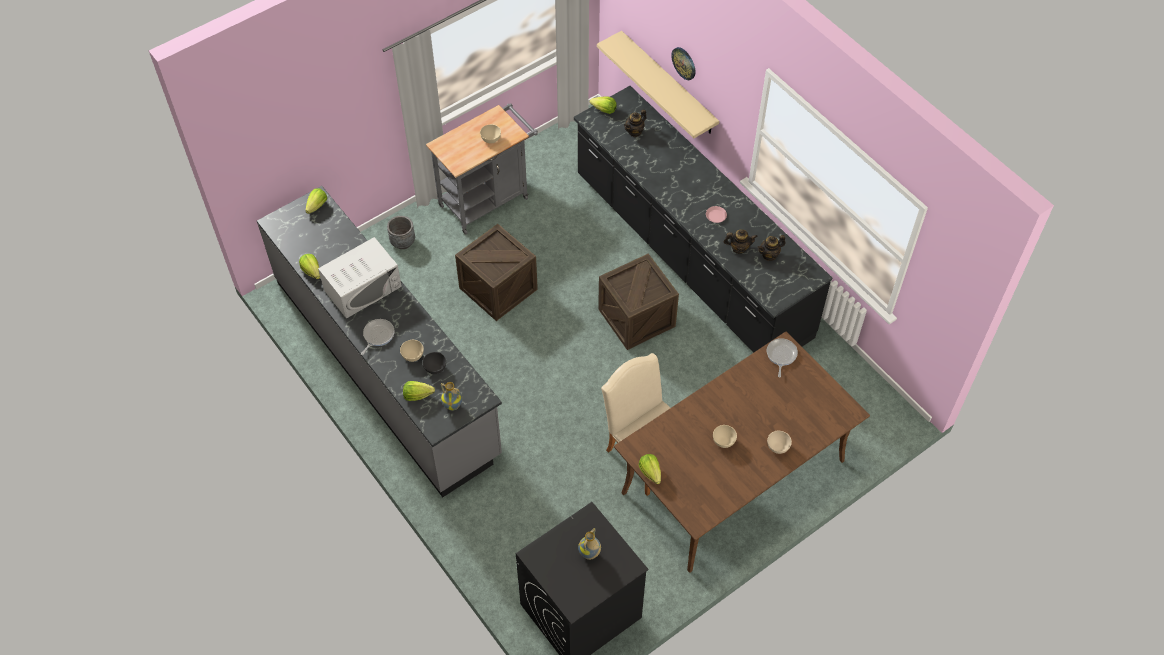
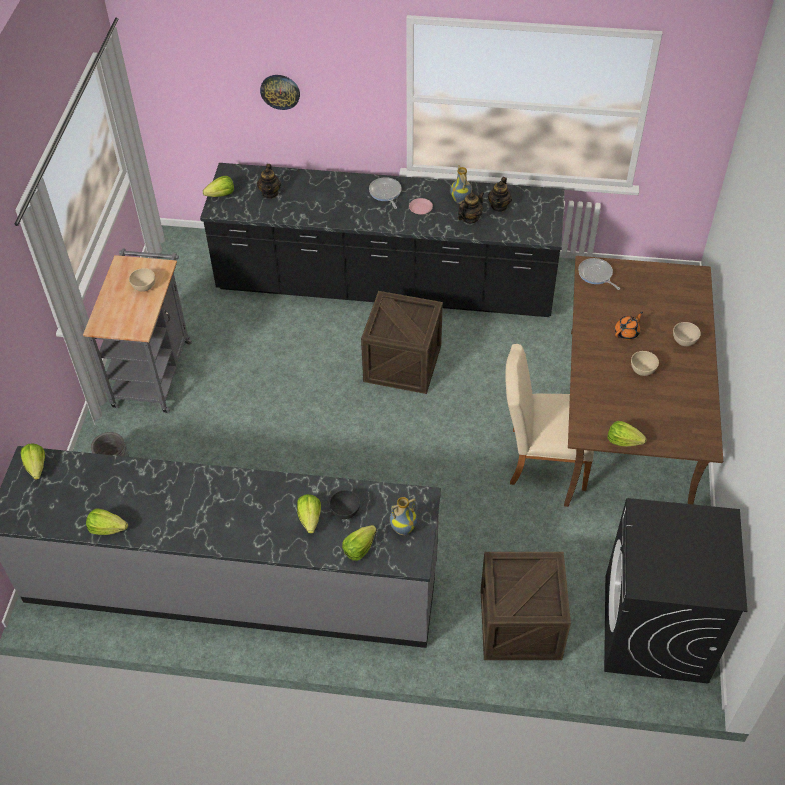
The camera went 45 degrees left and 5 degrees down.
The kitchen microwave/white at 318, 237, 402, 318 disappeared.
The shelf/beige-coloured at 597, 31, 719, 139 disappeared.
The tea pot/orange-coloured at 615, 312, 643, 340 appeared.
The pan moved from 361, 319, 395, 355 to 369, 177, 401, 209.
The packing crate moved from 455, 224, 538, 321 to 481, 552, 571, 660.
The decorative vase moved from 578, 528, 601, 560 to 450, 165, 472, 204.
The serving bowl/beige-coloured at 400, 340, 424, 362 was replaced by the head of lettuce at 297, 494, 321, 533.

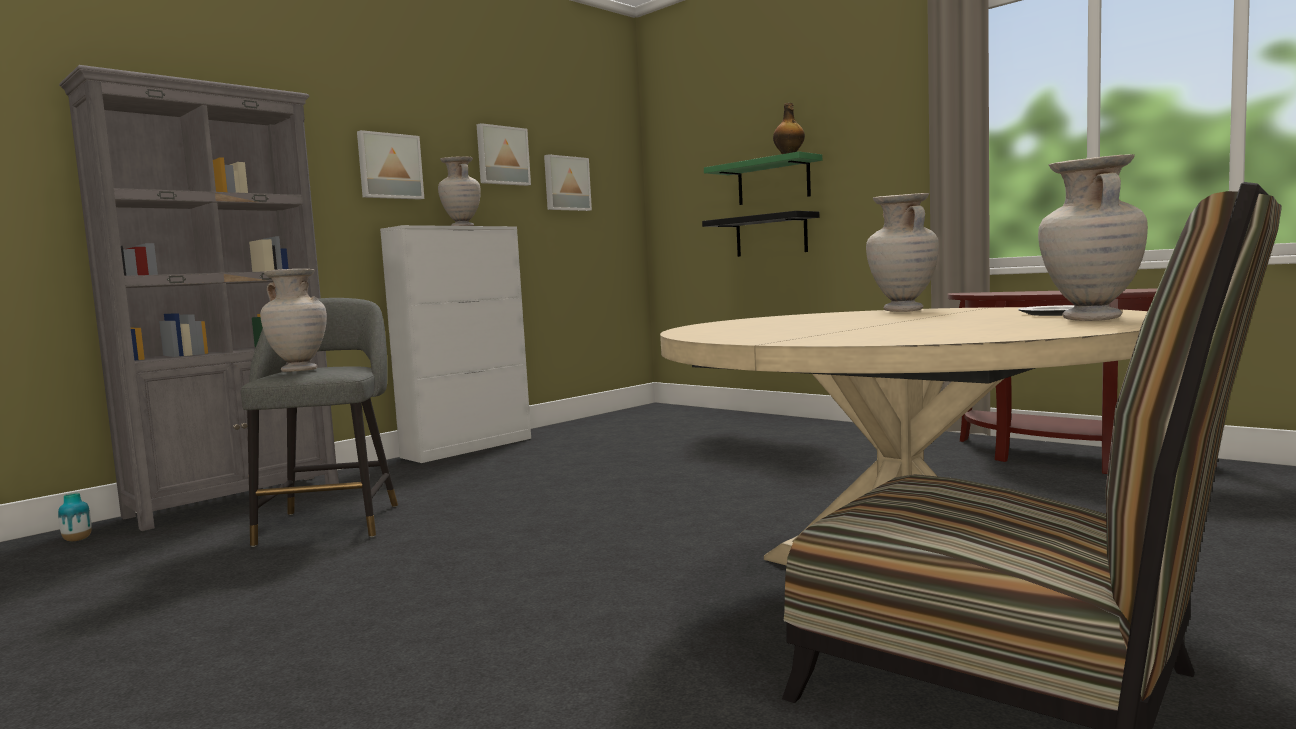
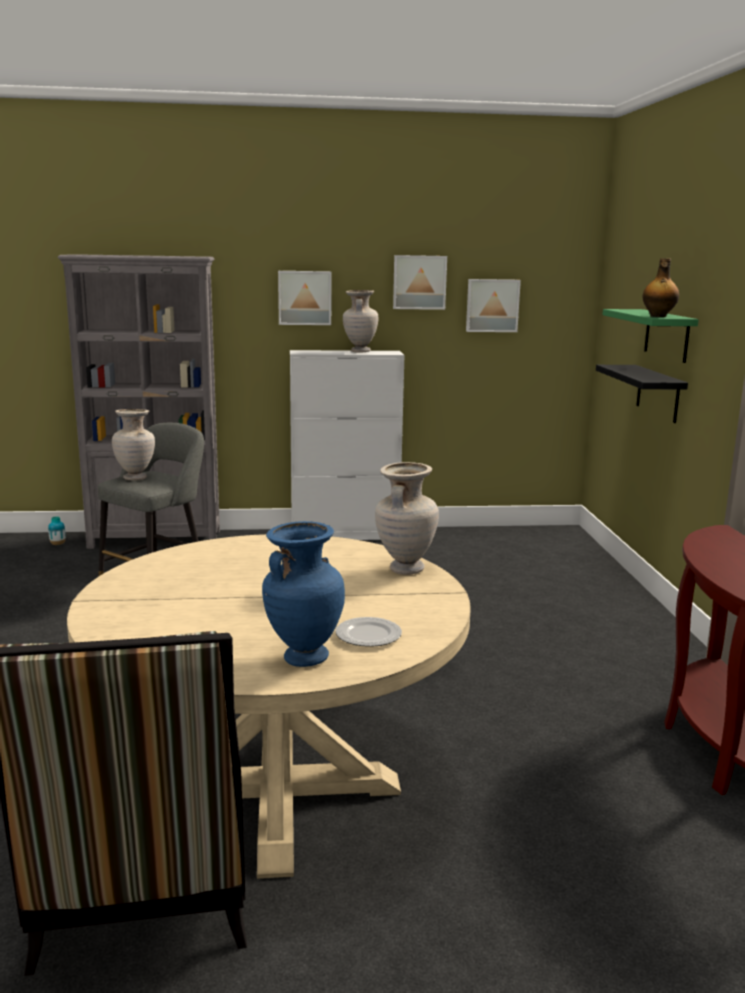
The camera went 40 degrees right and 10 degrees up.
The decorative vase/beige-coloured at 1038, 154, 1148, 321 became the decorative vase/blue at 262, 521, 345, 667.

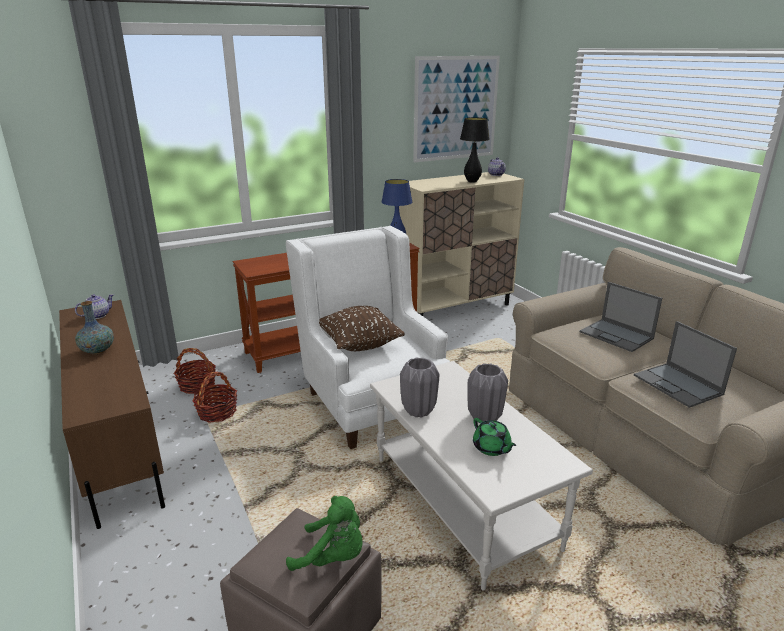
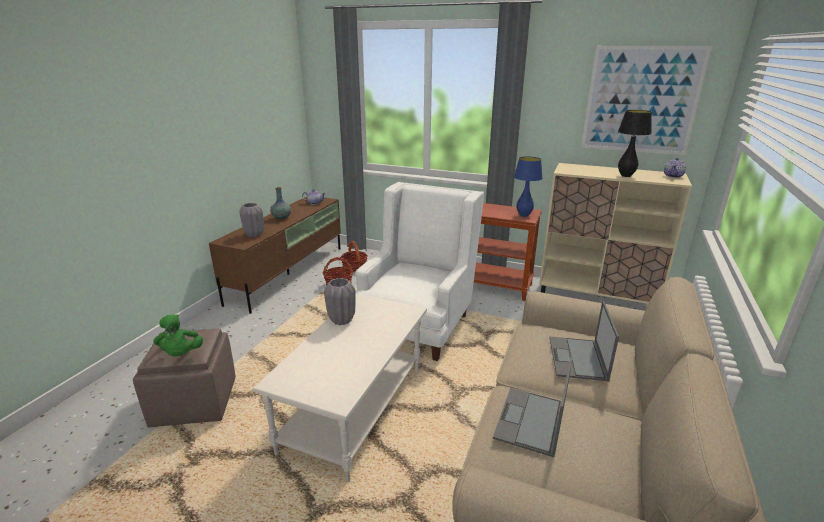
The camera went 50 degrees right and 0 degrees up.
The pillow/brownish at 319, 306, 405, 351 disappeared.
The tea pot/greenish at 473, 418, 516, 456 disappeared.
The decorative vase/grey moved from 467, 363, 508, 423 to 239, 203, 264, 237.

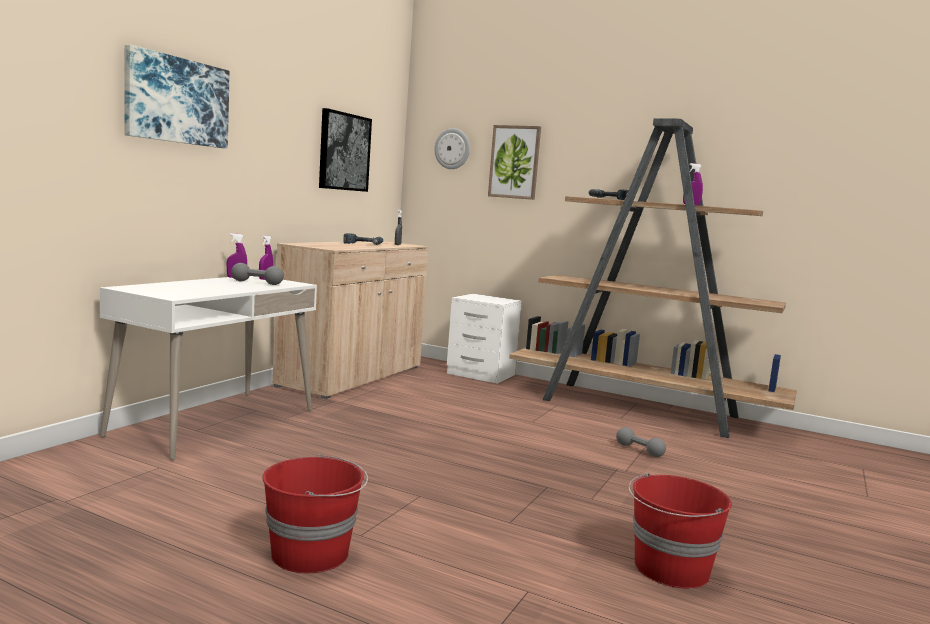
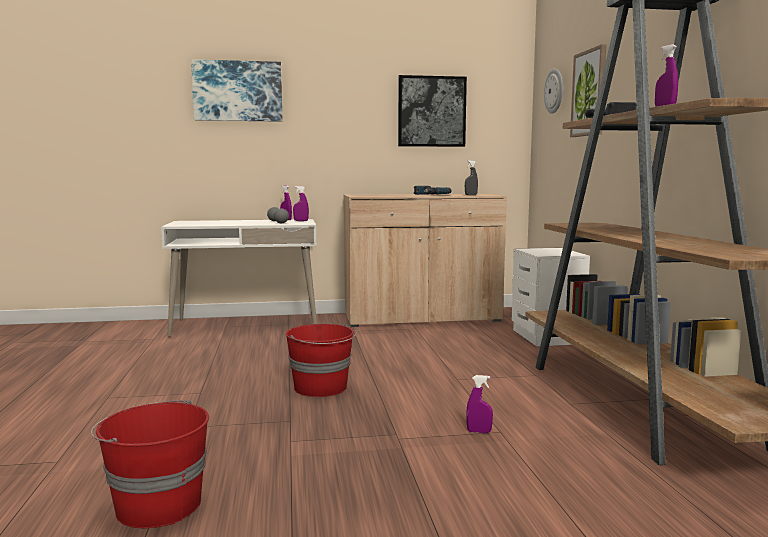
The camera went 55 degrees right and 0 degrees up.
The pail/reddish moved from 262, 454, 368, 573 to 285, 324, 357, 397.
The hand weight/grey at 616, 427, 666, 457 was replaced by the spray bottle/purple at 466, 375, 493, 433.

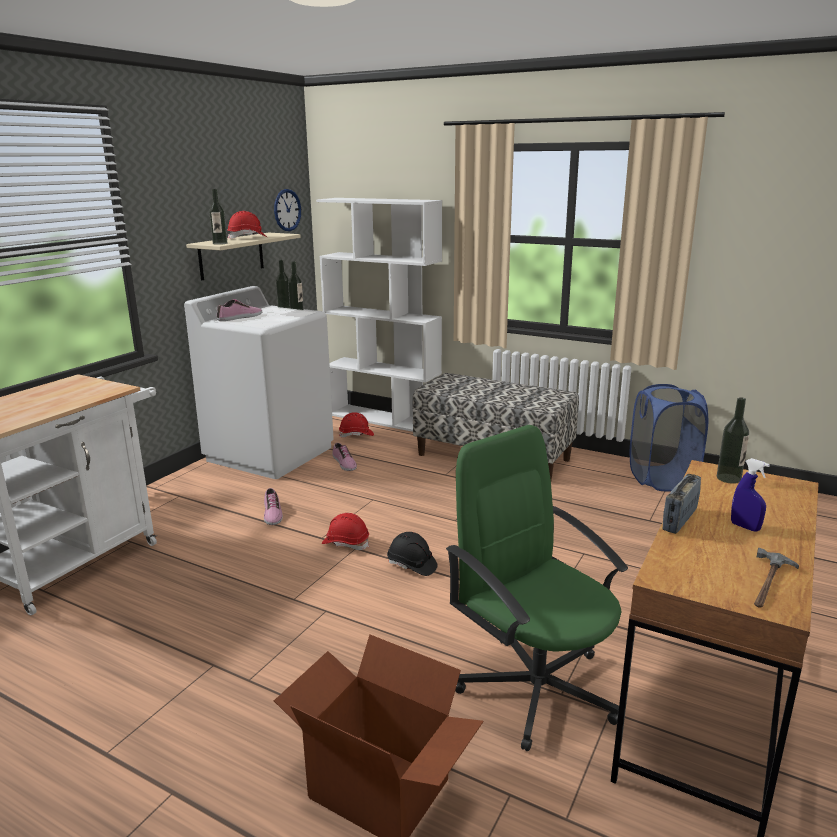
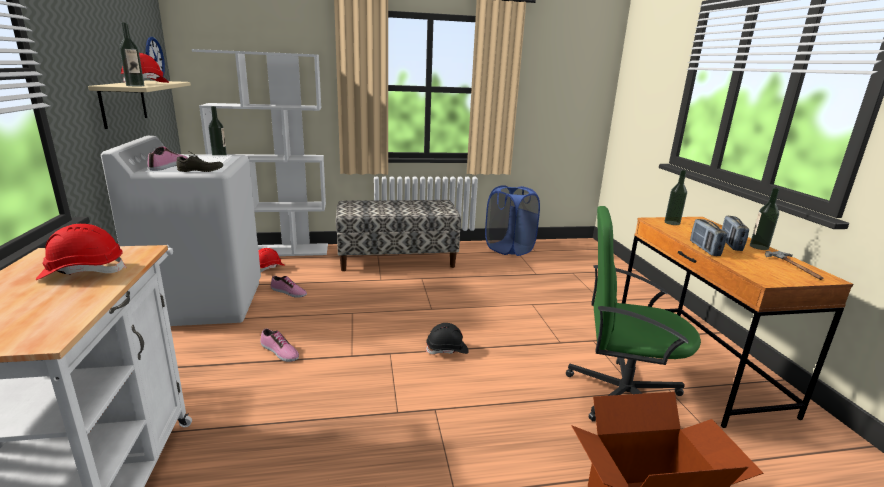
The camera went 40 degrees left and 0 degrees up.
The shoe/grey at 176, 152, 223, 172 appeared.
The bottle moved from 276, 260, 290, 311 to 750, 187, 779, 250.
The safety helmet/reddish moved from 322, 513, 369, 550 to 36, 224, 126, 280.
The spray bottle/blue at 731, 458, 770, 532 was replaced by the radio receiver at 722, 216, 749, 251.

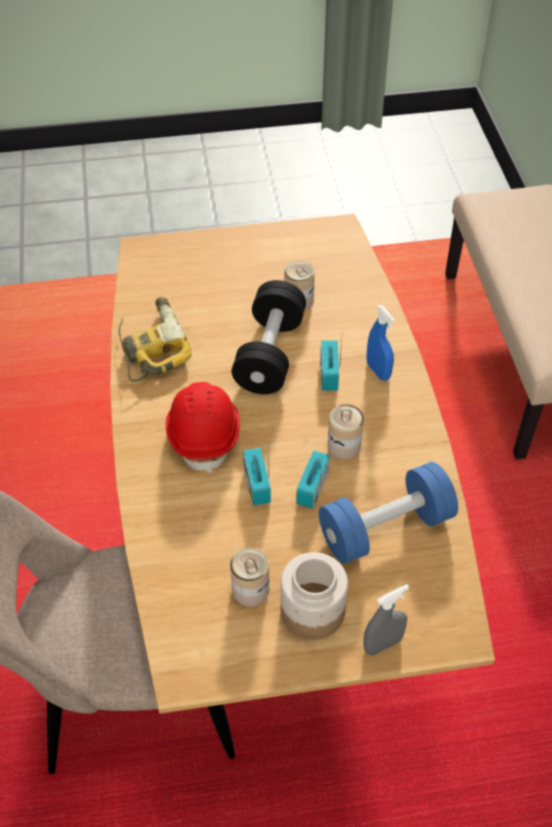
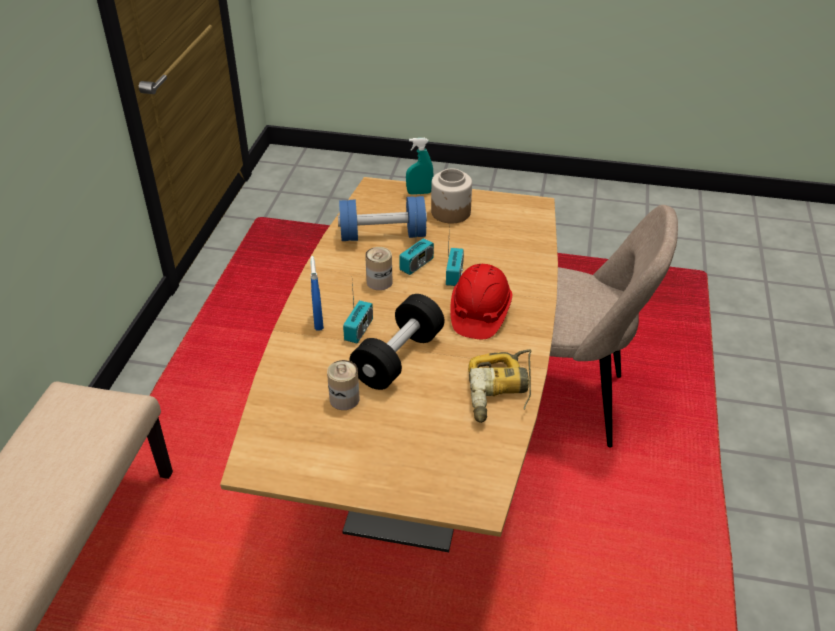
The camera went 160 degrees left and 10 degrees down.
The can at 230, 547, 269, 606 disappeared.
The spray bottle/grey at 363, 584, 409, 656 became the spray bottle/turquoise at 406, 138, 434, 195.

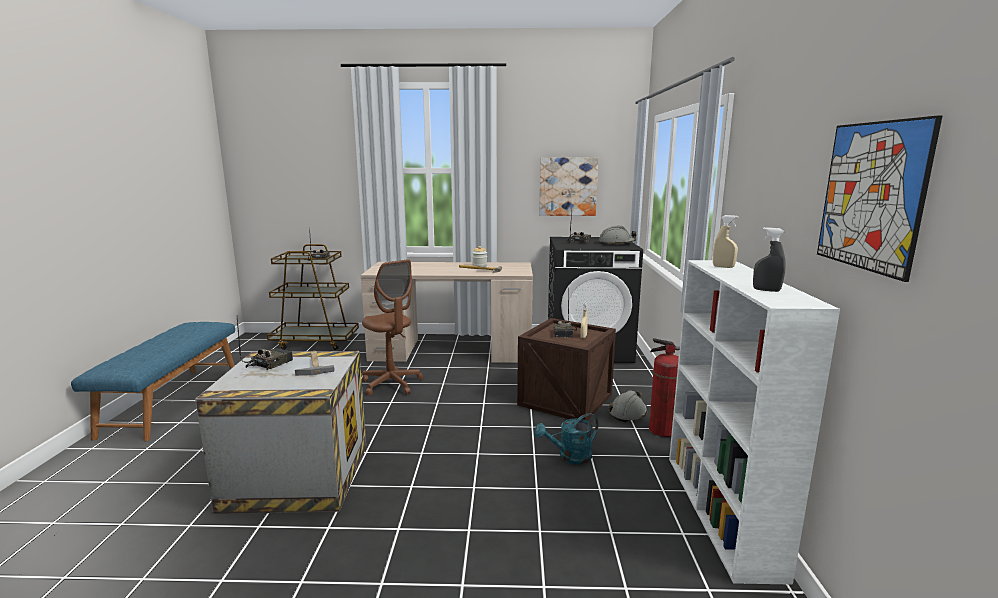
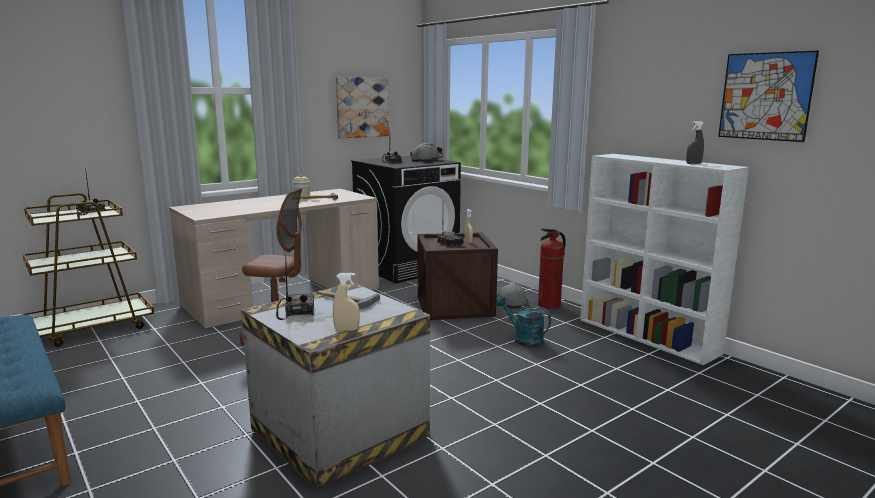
The camera went 40 degrees left and 0 degrees up.
The spray bottle/beige-coloured moved from 713, 215, 738, 268 to 333, 273, 360, 331.
The watering can/turquoise at 534, 413, 598, 465 turned 105 degrees clockwise.

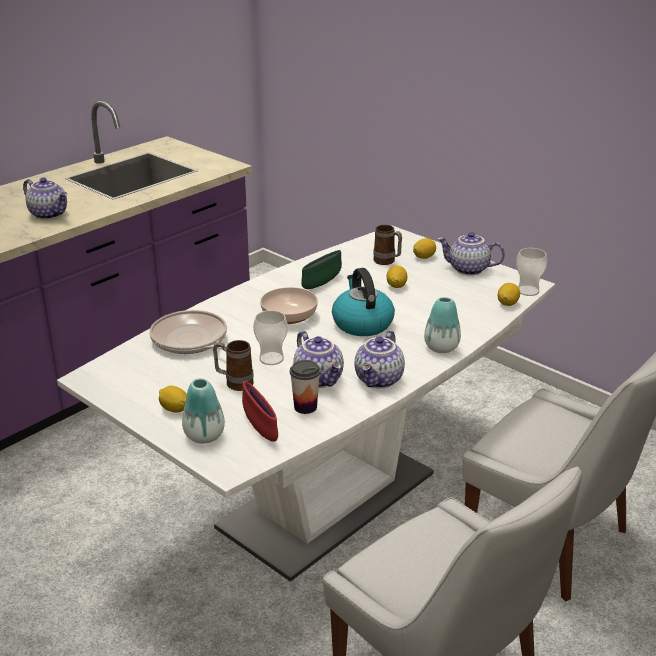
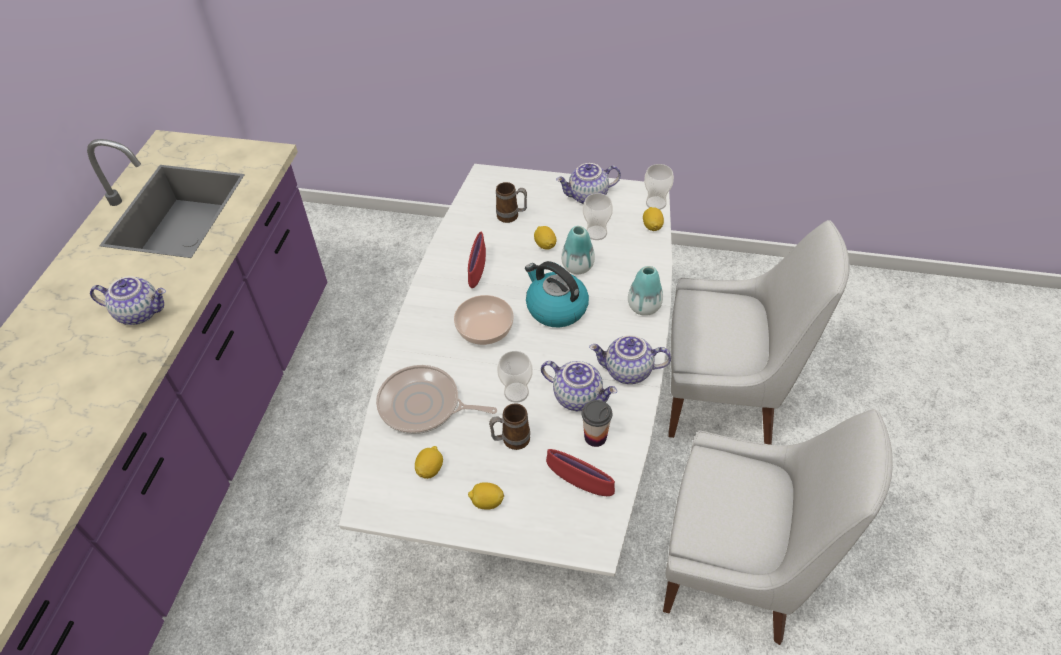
The camera went 30 degrees left and 20 degrees up.
The cup at 583, 193, 613, 240 appeared.
The decorative vase moved from 182, 378, 225, 444 to 561, 226, 595, 274.
The whole lemon moved from 413, 238, 436, 259 to 415, 446, 443, 479.
The serving bowl/greenish at 301, 250, 342, 289 became the serving bowl/reddish at 468, 232, 486, 288.
The tea pot at 355, 330, 405, 389 turned 105 degrees clockwise.

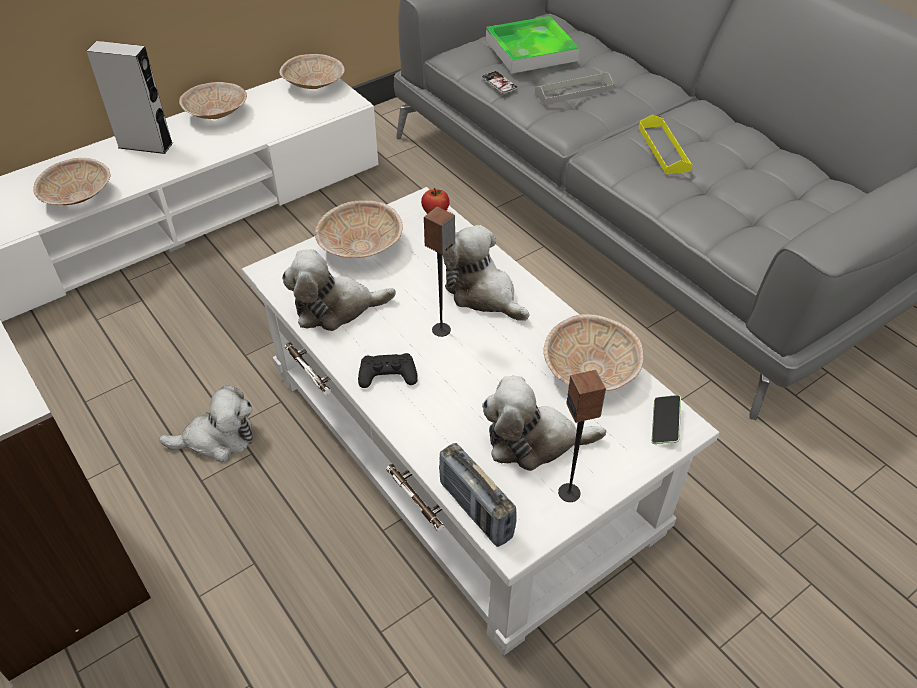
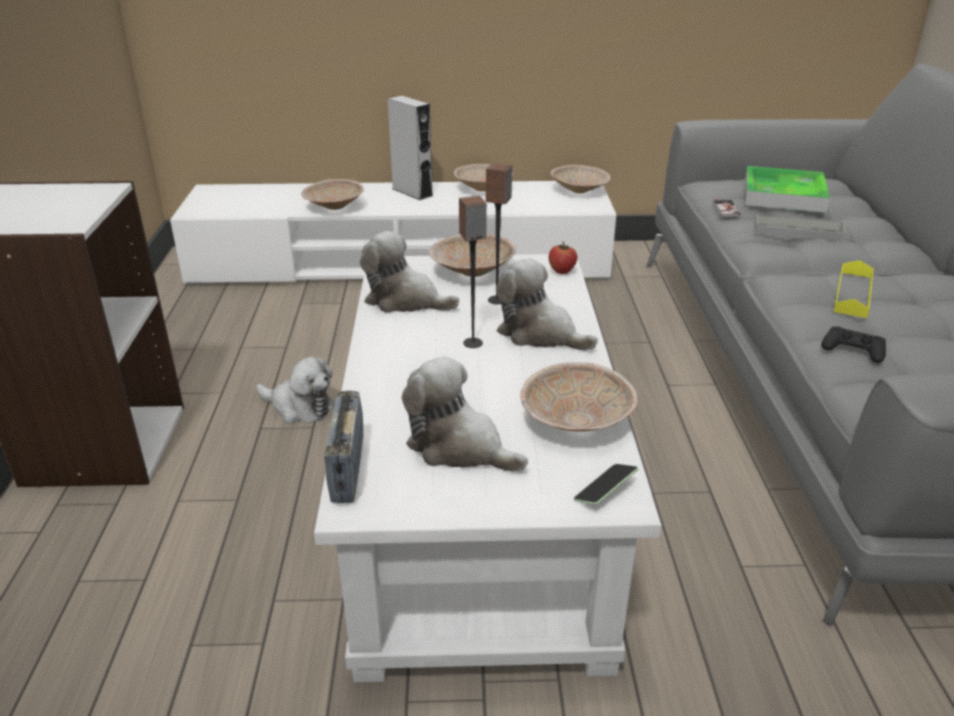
The camera went 35 degrees right and 15 degrees down.
The gamepad/black-coloured moved from 358, 353, 418, 388 to 821, 327, 886, 363.
The audio speaker moved from 558, 370, 606, 502 to 486, 163, 512, 304.
The soft toy at 443, 225, 529, 321 turned 45 degrees counterclockwise.

